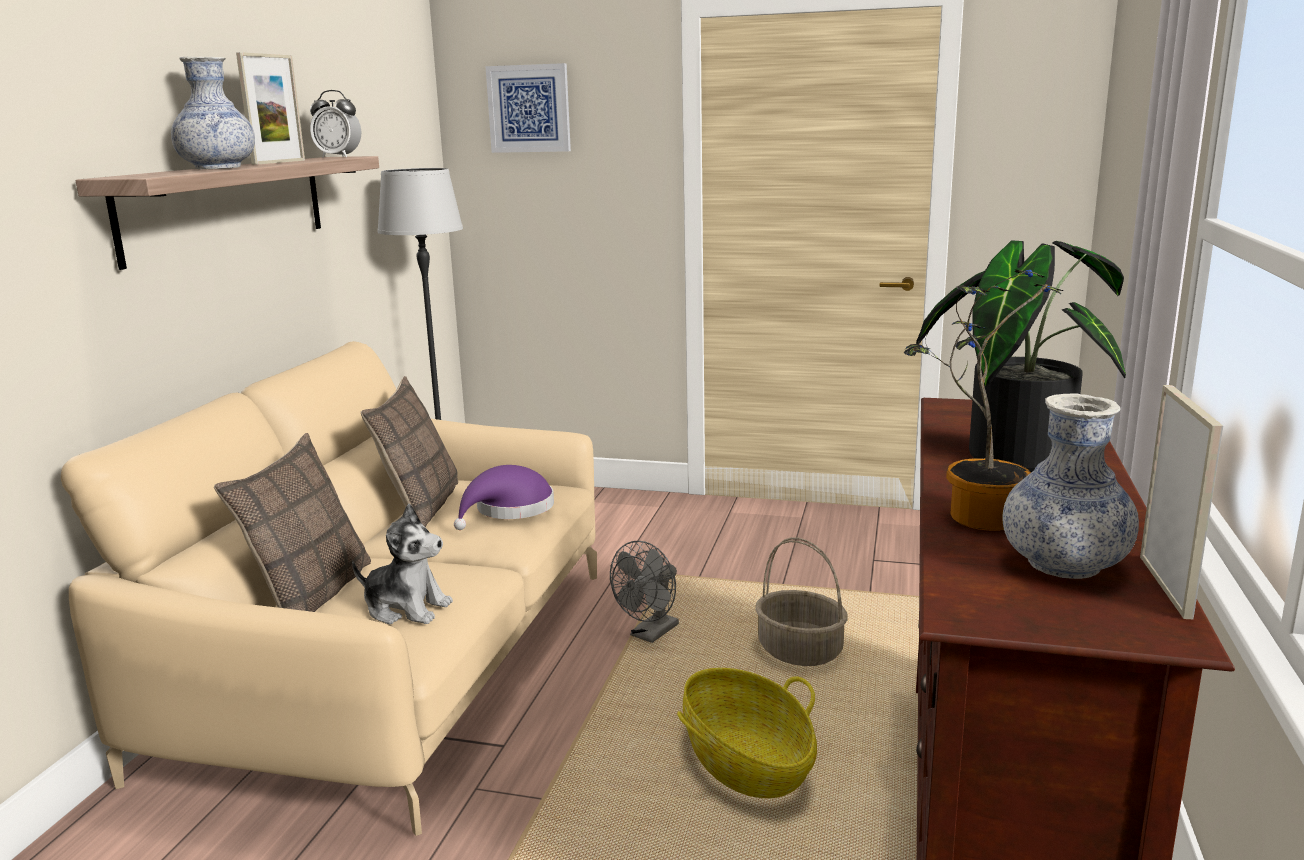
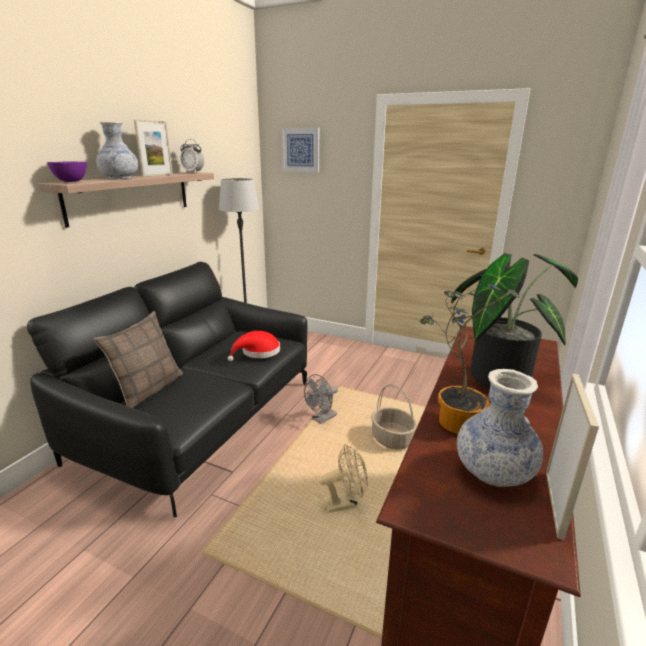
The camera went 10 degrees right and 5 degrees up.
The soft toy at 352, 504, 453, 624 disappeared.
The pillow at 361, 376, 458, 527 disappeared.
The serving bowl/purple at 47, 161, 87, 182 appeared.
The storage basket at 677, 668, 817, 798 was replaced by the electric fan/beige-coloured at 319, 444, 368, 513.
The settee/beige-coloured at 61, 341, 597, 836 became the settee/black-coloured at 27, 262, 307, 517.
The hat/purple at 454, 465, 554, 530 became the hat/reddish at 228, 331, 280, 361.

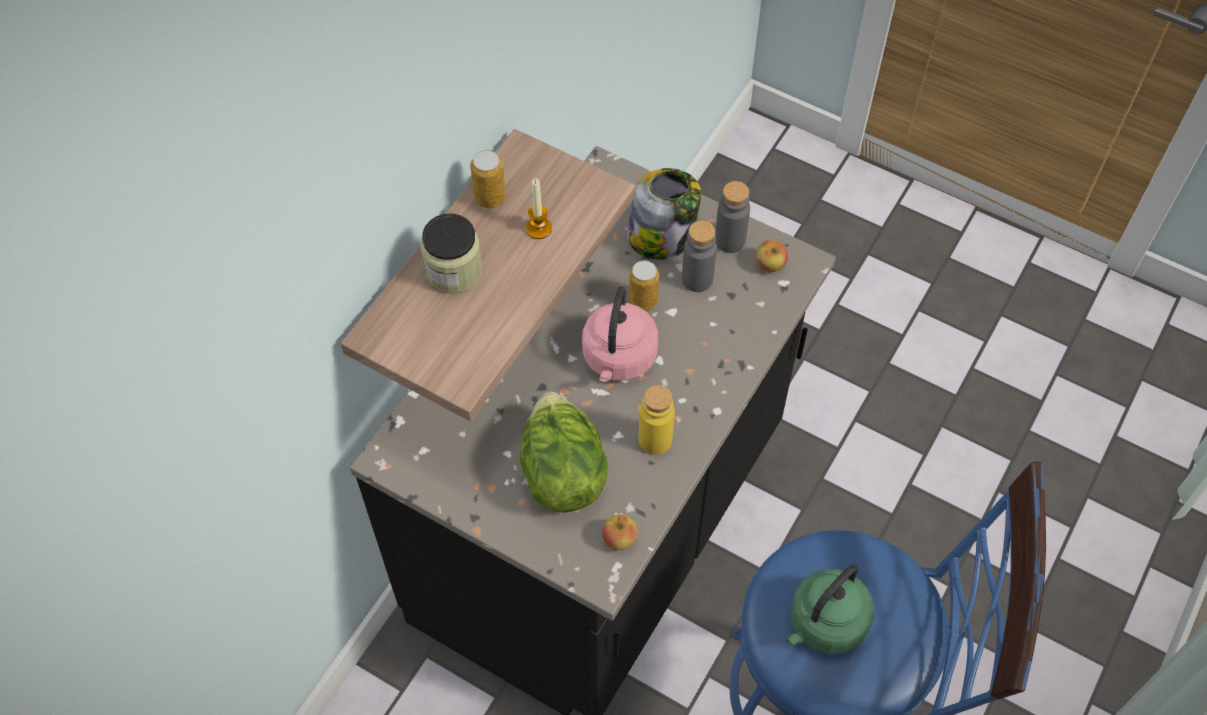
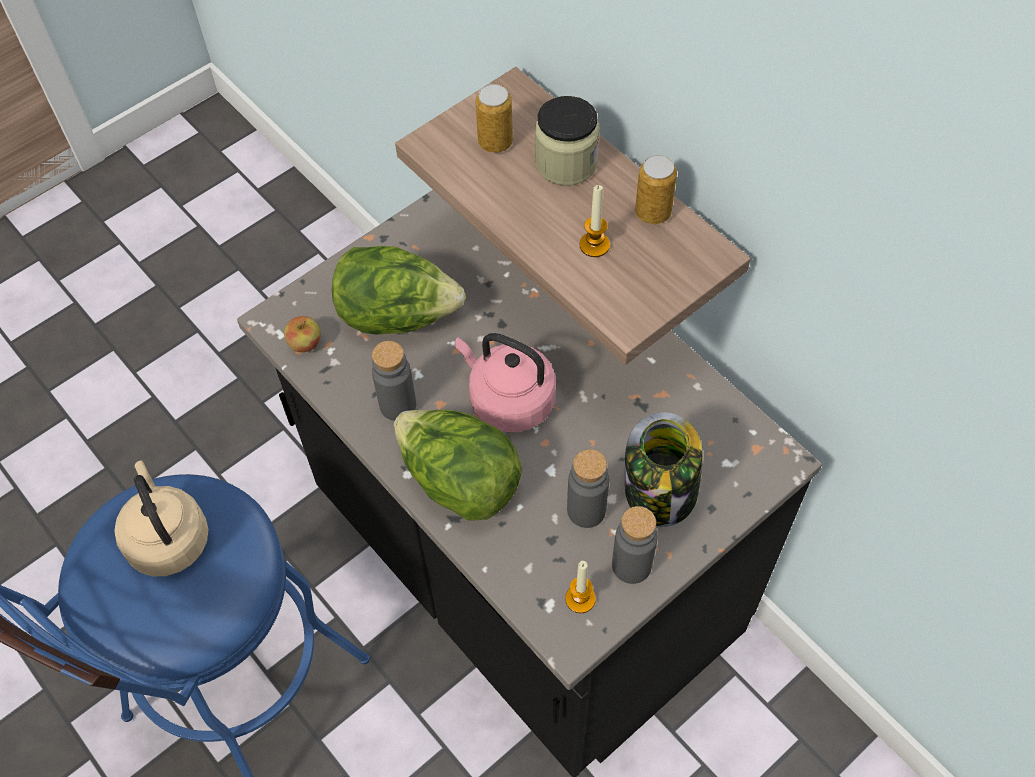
The camera went 110 degrees right and 0 degrees up.
The head of lettuce at 394, 409, 522, 521 appeared.
The can moved from 629, 260, 659, 311 to 476, 84, 513, 153.
The whole apple at 756, 240, 788, 272 was replaced by the wax light at 565, 561, 596, 613.
The bottle/yellow-coloured at 639, 385, 675, 455 became the bottle/grey at 372, 341, 416, 421.
The tea kettle/greenish at 786, 564, 874, 654 became the tea kettle/beige-coloured at 114, 460, 208, 576.

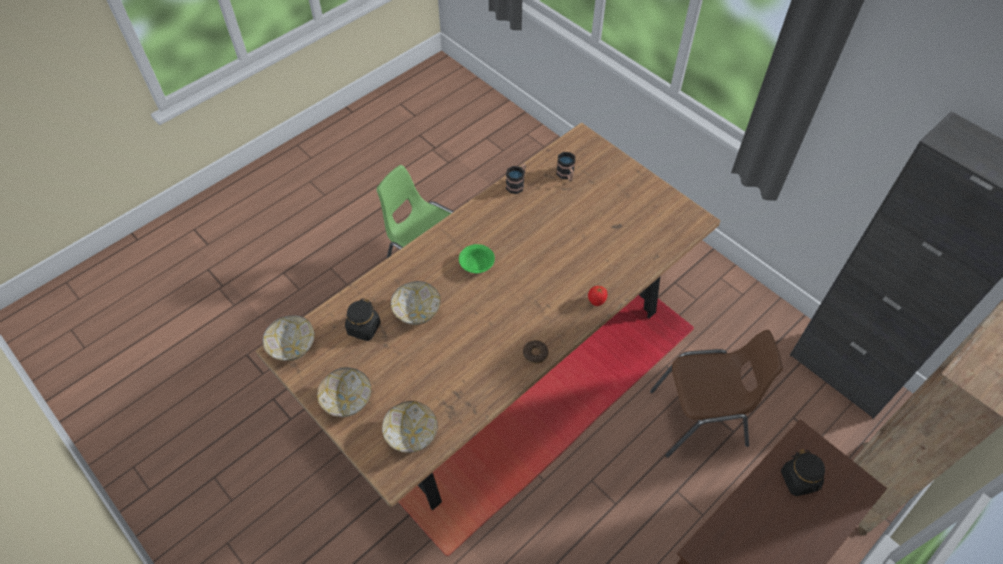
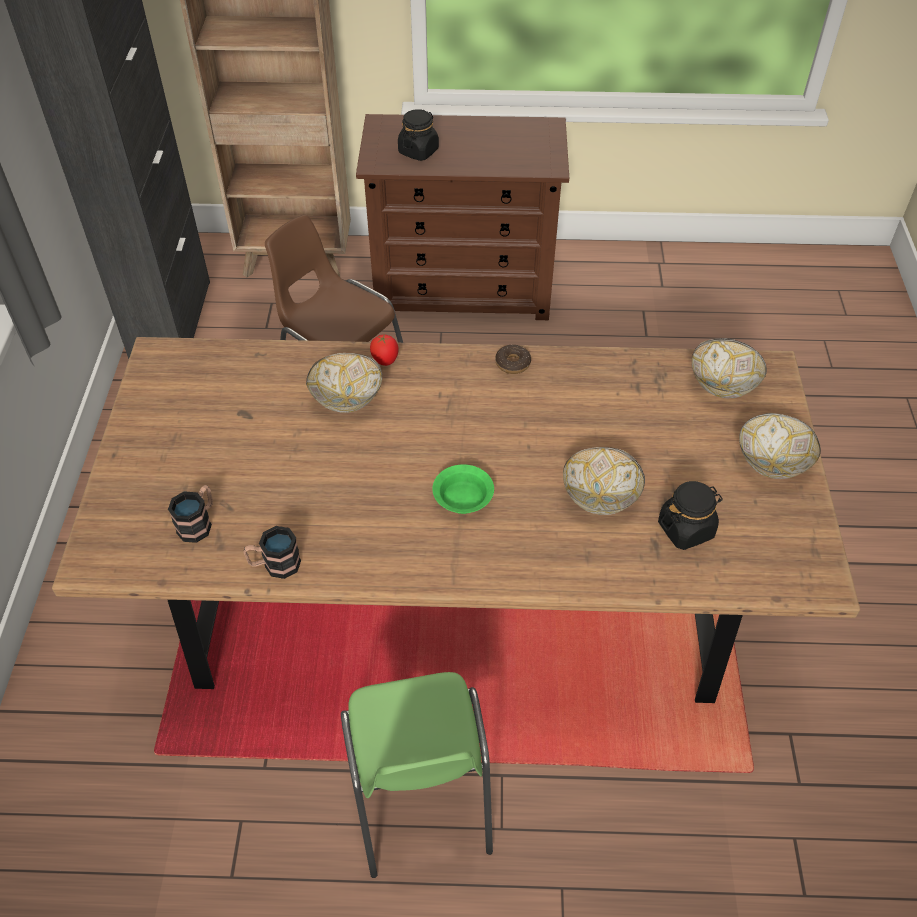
The camera went 135 degrees left and 5 degrees down.
The serving bowl moved from 262, 315, 315, 361 to 306, 353, 382, 413.

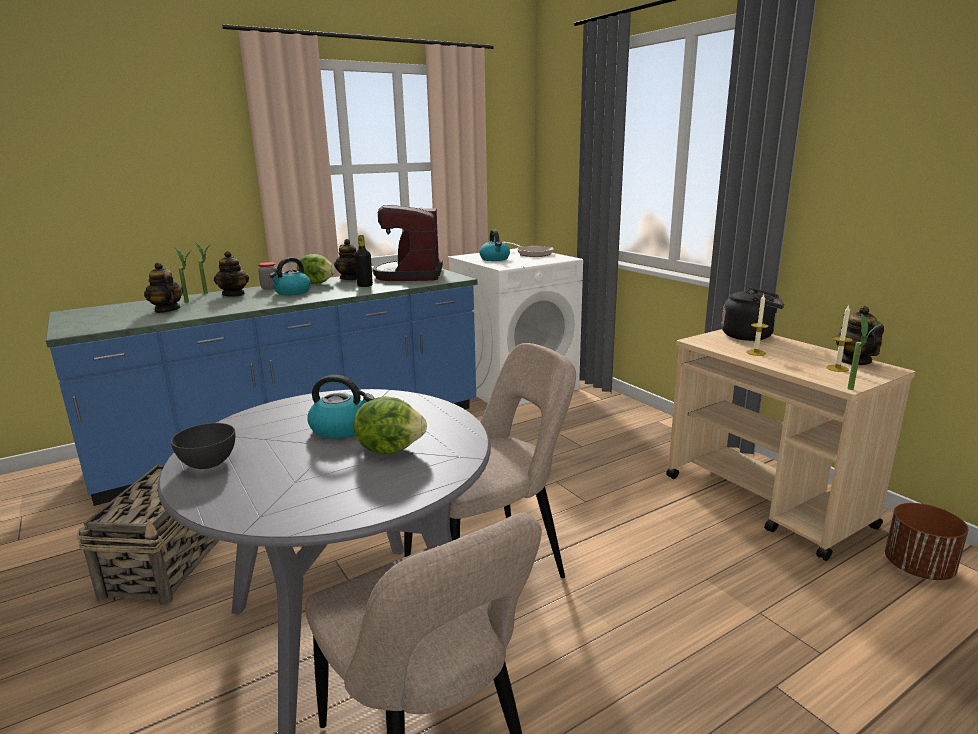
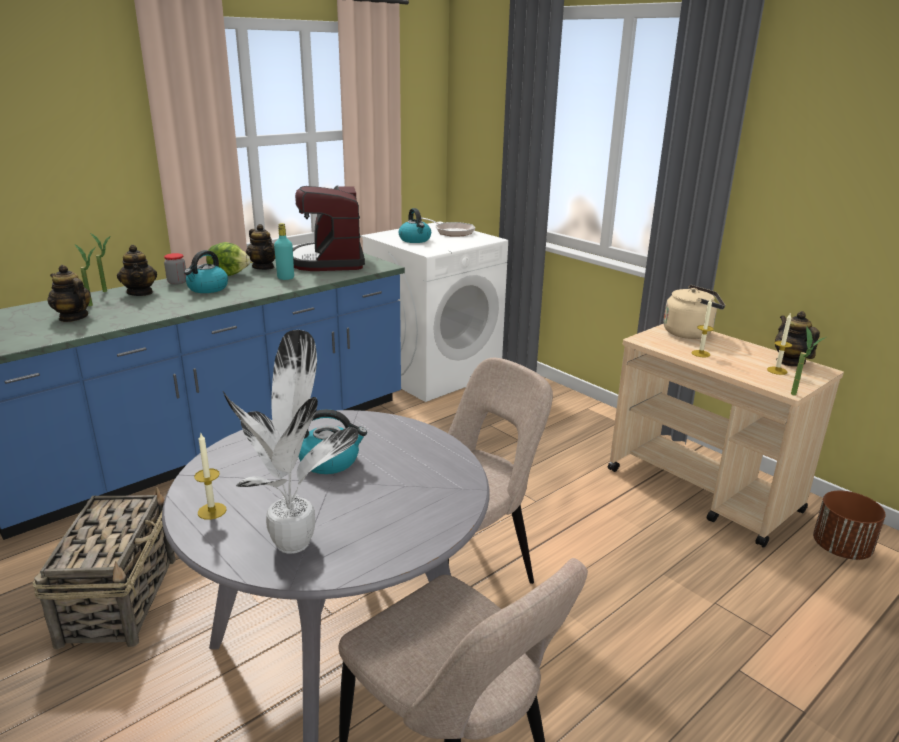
The camera went 10 degrees left and 5 degrees up.
The head of lettuce at 354, 396, 427, 454 disappeared.
The potted plant at 223, 330, 358, 554 appeared.
The serving bowl/grey at 171, 423, 235, 469 was replaced by the wax light at 194, 433, 226, 520.
The bottle/black-coloured at 354, 235, 373, 287 became the bottle/turquoise at 274, 223, 294, 280.
The tea kettle/black-coloured at 722, 288, 784, 341 became the tea kettle/beige-coloured at 664, 285, 725, 339.

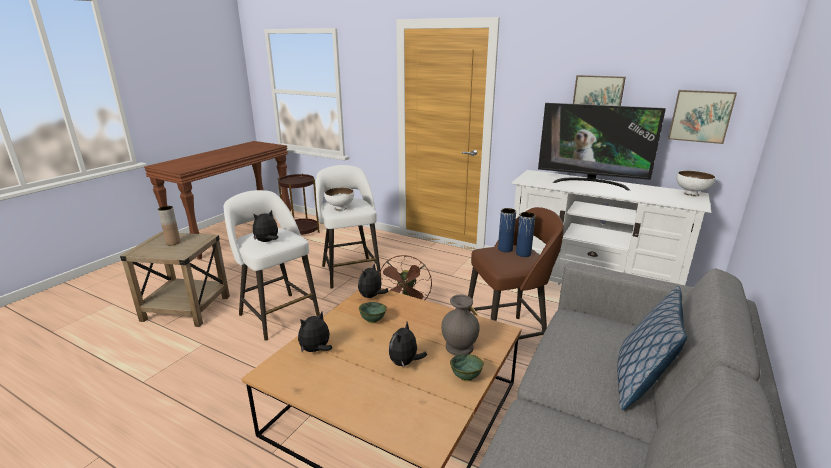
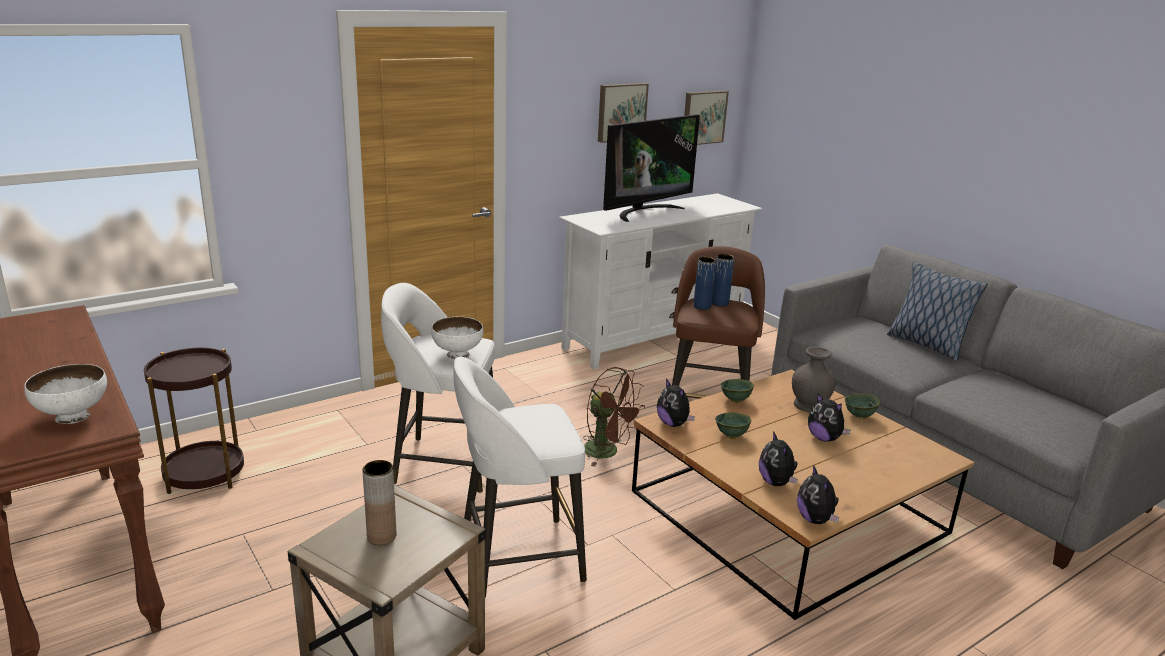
The camera went 65 degrees left and 0 degrees up.
The serving bowl/greenish at 721, 379, 754, 403 appeared.
The soft toy moved from 253, 210, 279, 242 to 797, 465, 839, 524.
The serving bowl/white moved from 676, 170, 716, 196 to 24, 364, 107, 424.

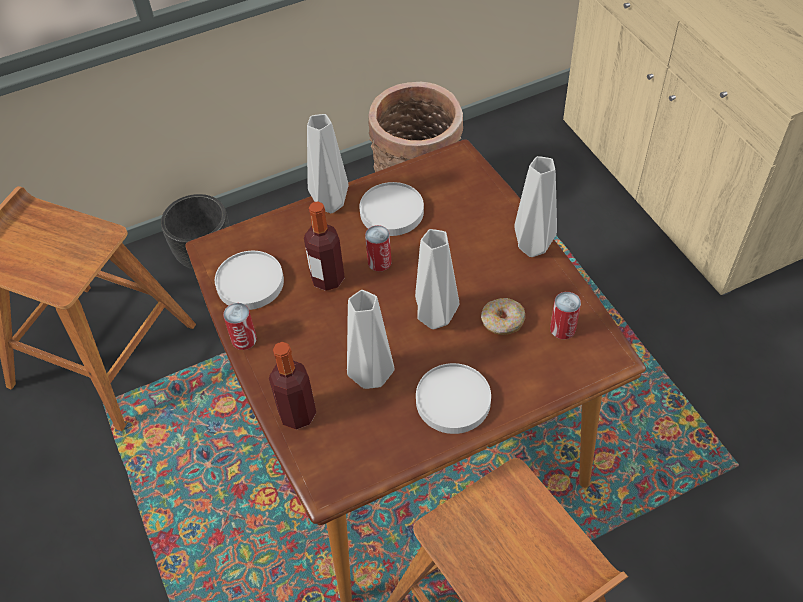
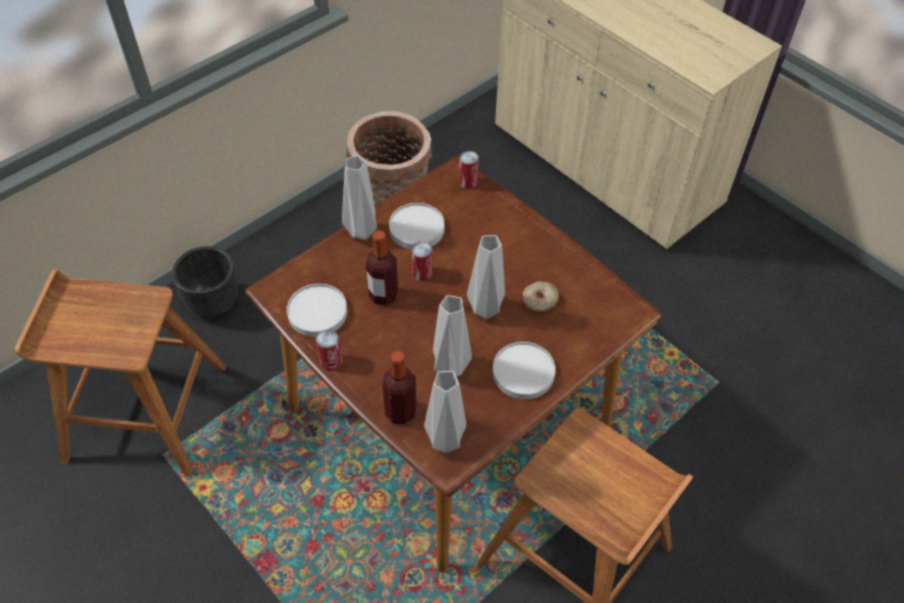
The camera went 20 degrees left and 0 degrees up.
The decorative vase/grey moved from 514, 156, 557, 257 to 424, 371, 466, 453.
The can moved from 550, 292, 581, 339 to 459, 151, 479, 189.

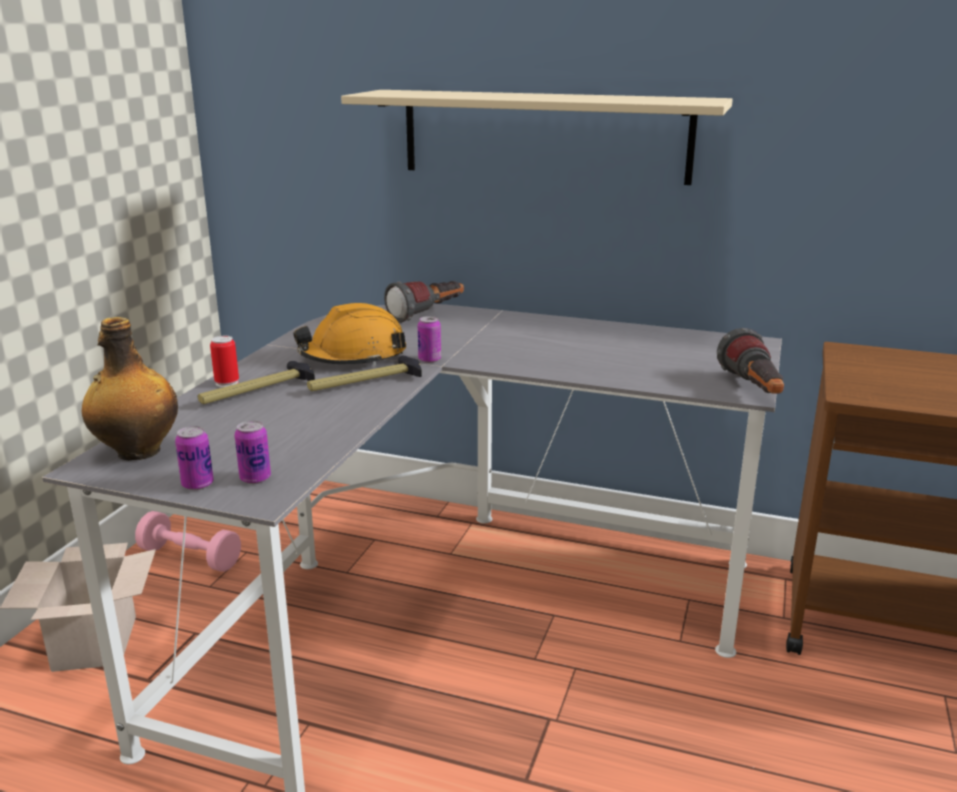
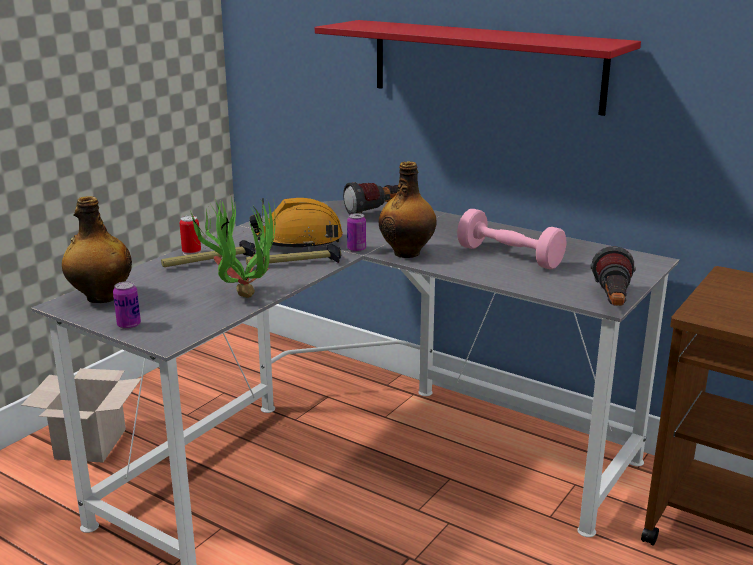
The camera went 15 degrees right and 0 degrees up.
The can at 234, 421, 271, 484 disappeared.
The potted plant at 185, 196, 275, 298 appeared.
The bottle at 379, 161, 437, 258 appeared.
The hand weight/pink moved from 135, 511, 241, 572 to 457, 209, 566, 270.
The shelf/beige-coloured at 341, 90, 733, 185 became the shelf/reddish at 315, 20, 641, 116.

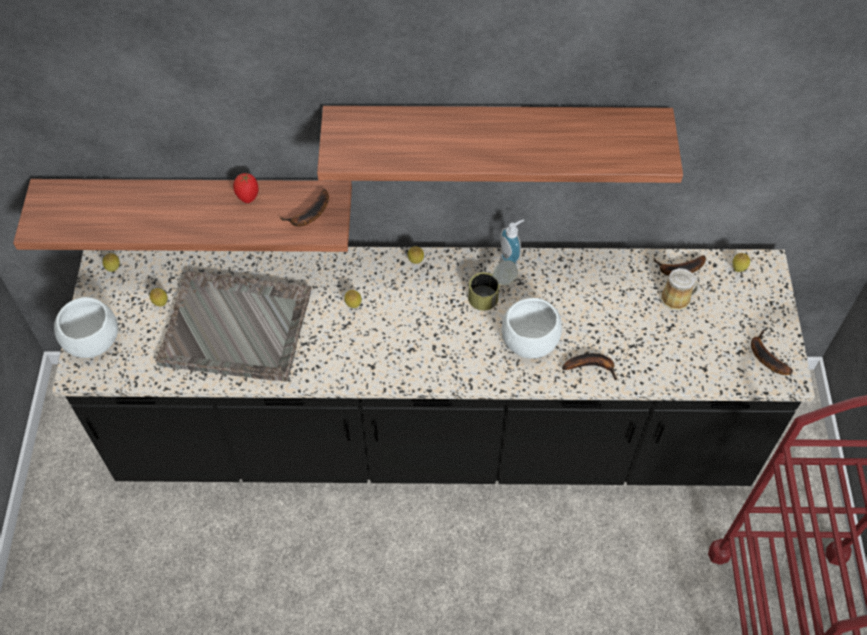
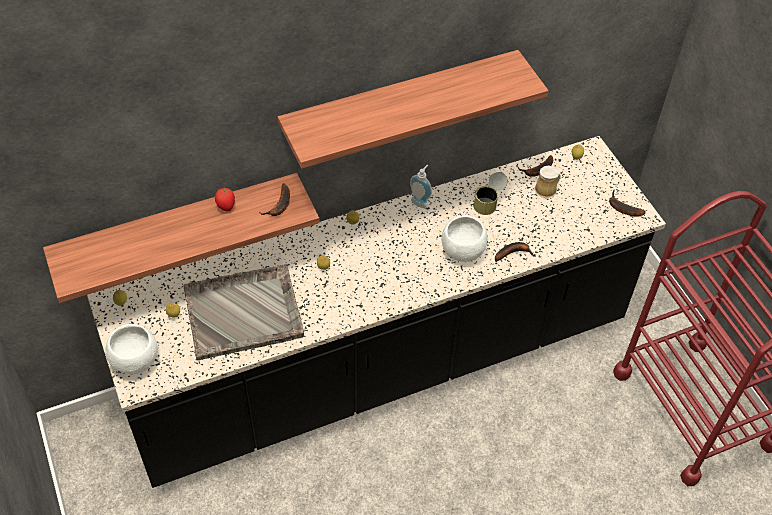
The camera went 25 degrees left and 5 degrees down.
The can moved from 468, 260, 518, 311 to 473, 172, 508, 215.

